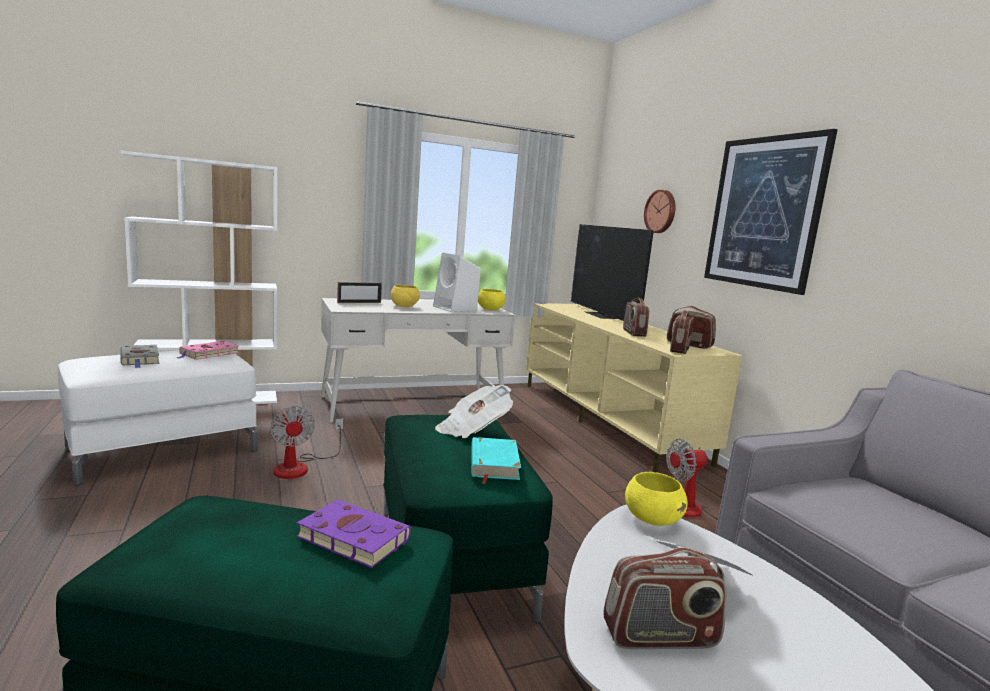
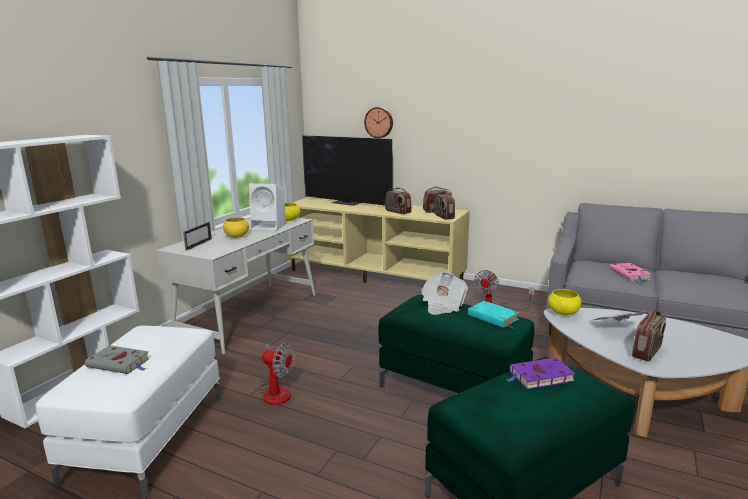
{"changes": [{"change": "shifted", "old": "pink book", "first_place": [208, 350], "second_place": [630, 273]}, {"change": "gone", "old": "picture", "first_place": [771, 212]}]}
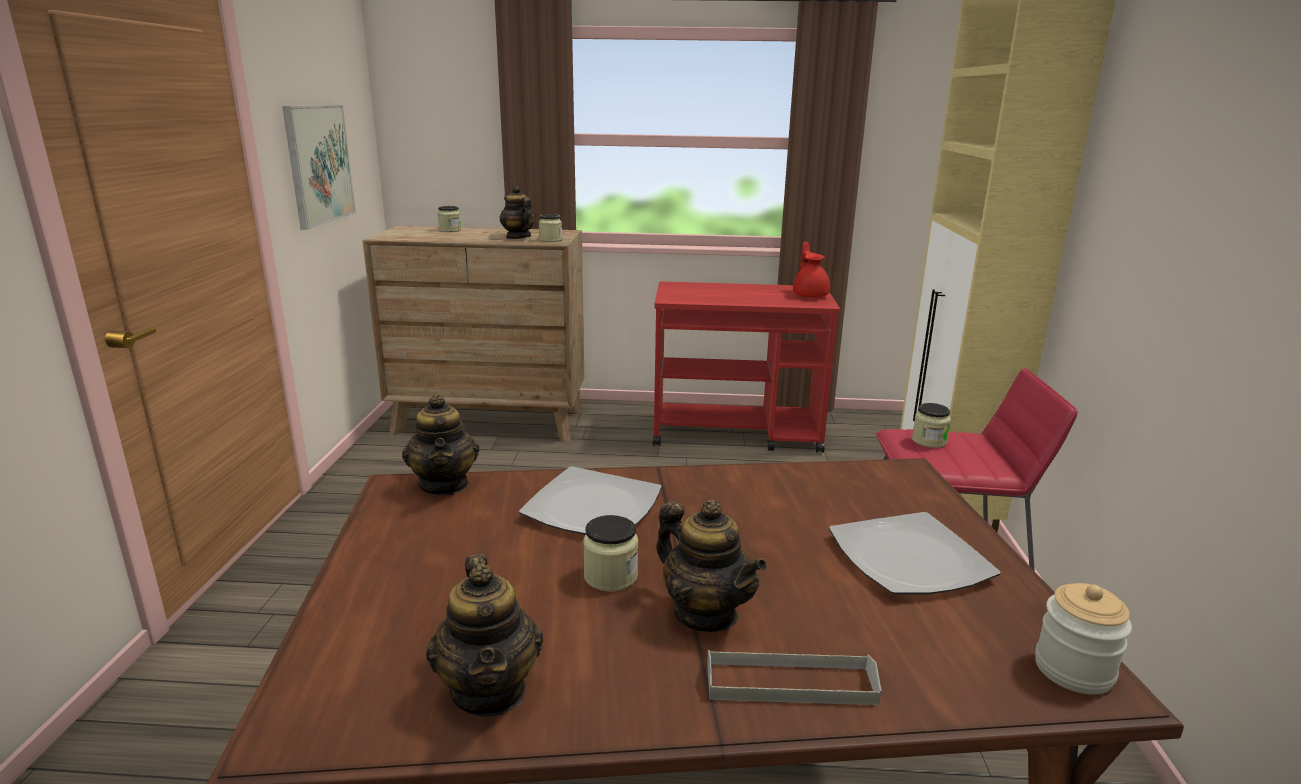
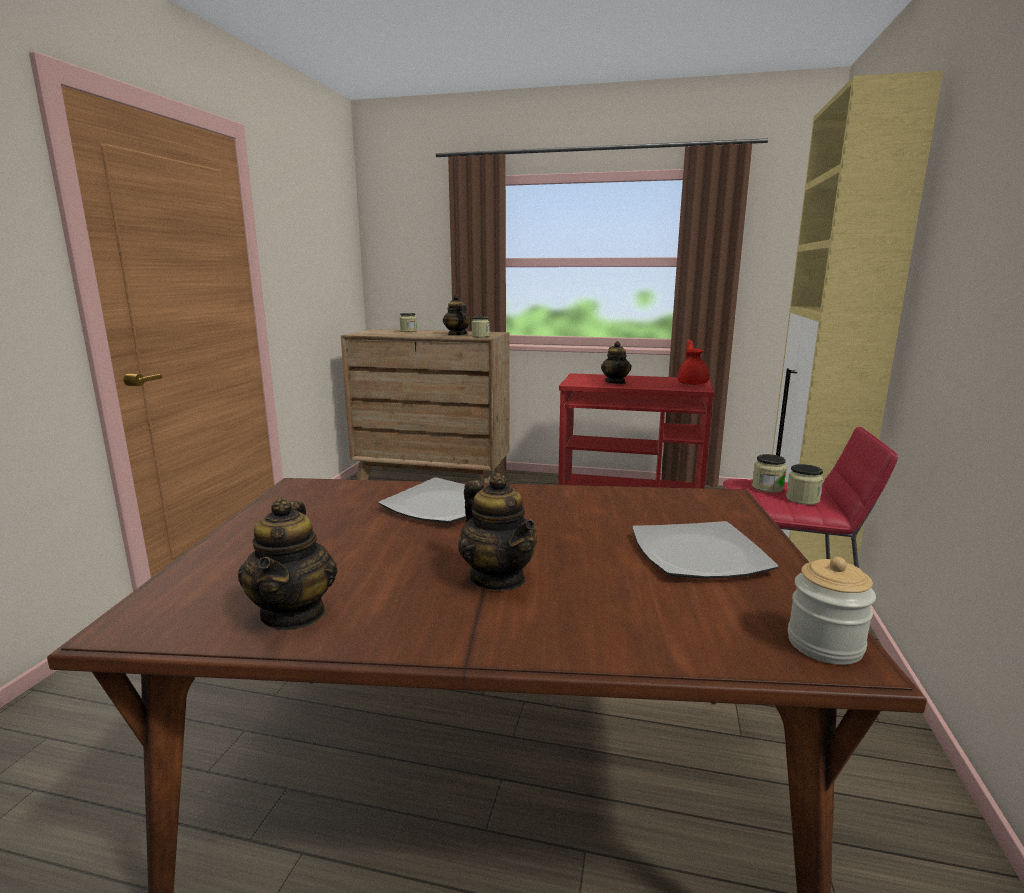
{"changes": [{"change": "shifted", "old": "teapot", "first_place": [440, 445], "second_place": [616, 362]}, {"change": "shifted", "old": "jar", "first_place": [610, 553], "second_place": [804, 484]}, {"change": "gone", "old": "picture", "first_place": [319, 167]}, {"change": "gone", "old": "grey tray", "first_place": [794, 677]}]}
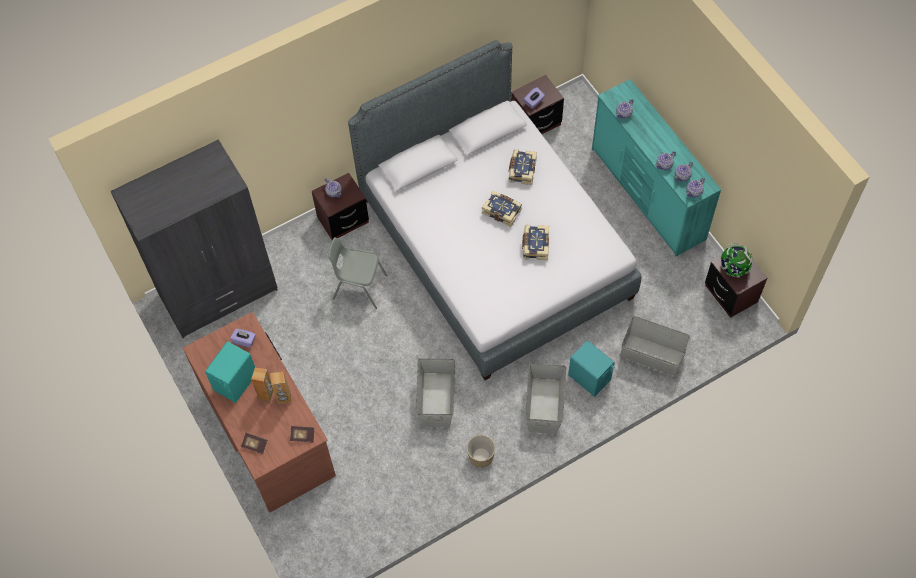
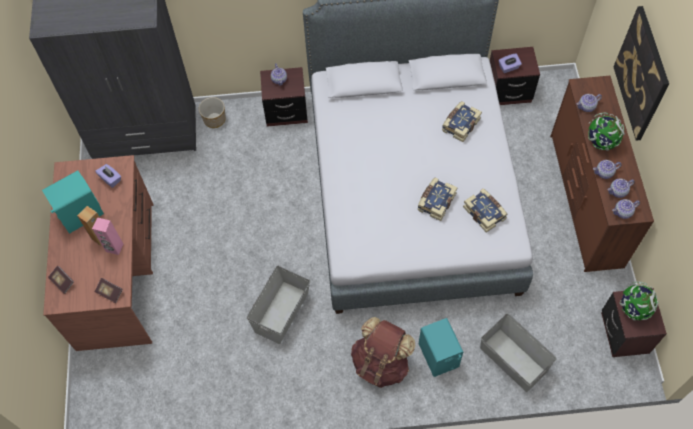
{"changes": [{"change": "repainted", "old": "brown speaker", "new": "pink speaker", "first_place": [280, 387], "second_place": [108, 236]}, {"change": "shifted", "old": "planter", "first_place": [481, 451], "second_place": [212, 112]}, {"change": "swapped", "old": "grey storage box", "new": "brown backpack", "first_place": [545, 398], "second_place": [383, 352]}, {"change": "shifted", "old": "book", "first_place": [502, 209], "second_place": [485, 210]}, {"change": "repainted", "old": "turquoise dresser", "new": "brown dresser", "first_place": [656, 168], "second_place": [602, 174]}, {"change": "new", "new": "globe", "second_place": [606, 132]}, {"change": "new", "new": "picture", "second_place": [641, 73]}, {"change": "gone", "old": "grey chair", "first_place": [357, 273]}]}
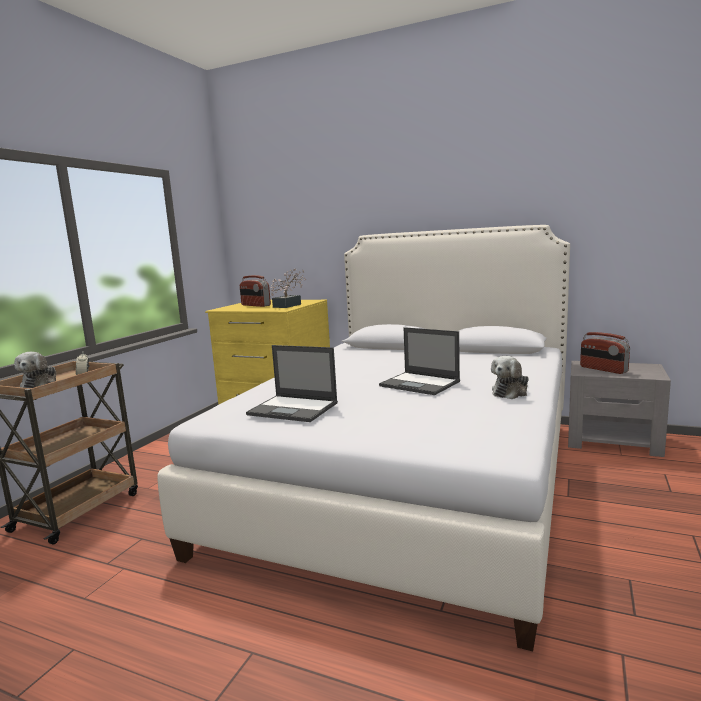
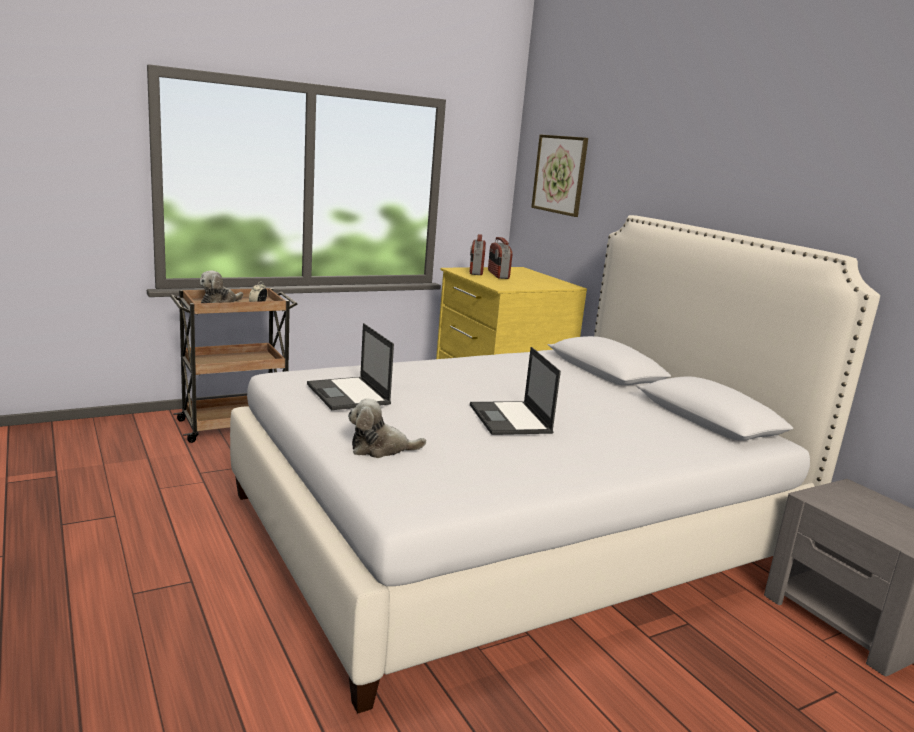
{"changes": [{"change": "shifted", "old": "plush toy", "first_place": [510, 377], "second_place": [387, 428]}, {"change": "shifted", "old": "radio", "first_place": [605, 353], "second_place": [478, 254]}, {"change": "new", "new": "picture", "second_place": [559, 175]}, {"change": "gone", "old": "potted plant", "first_place": [288, 288]}]}
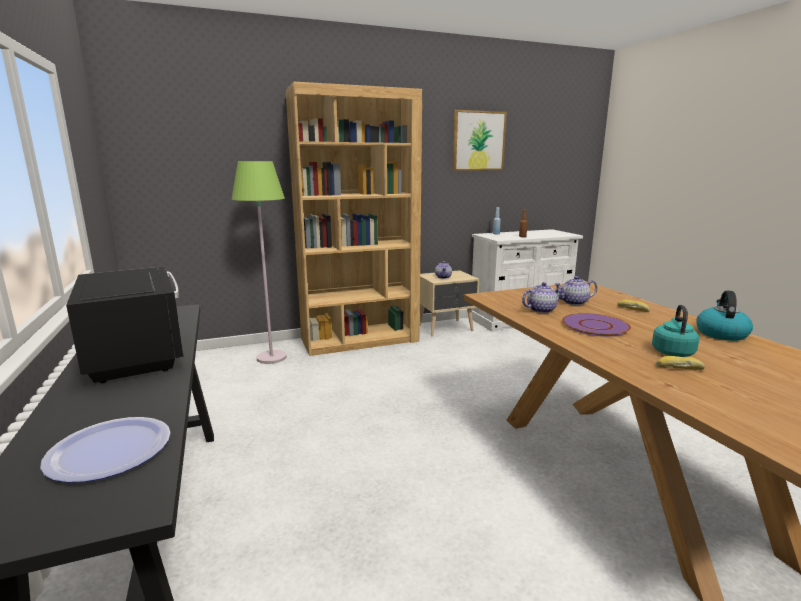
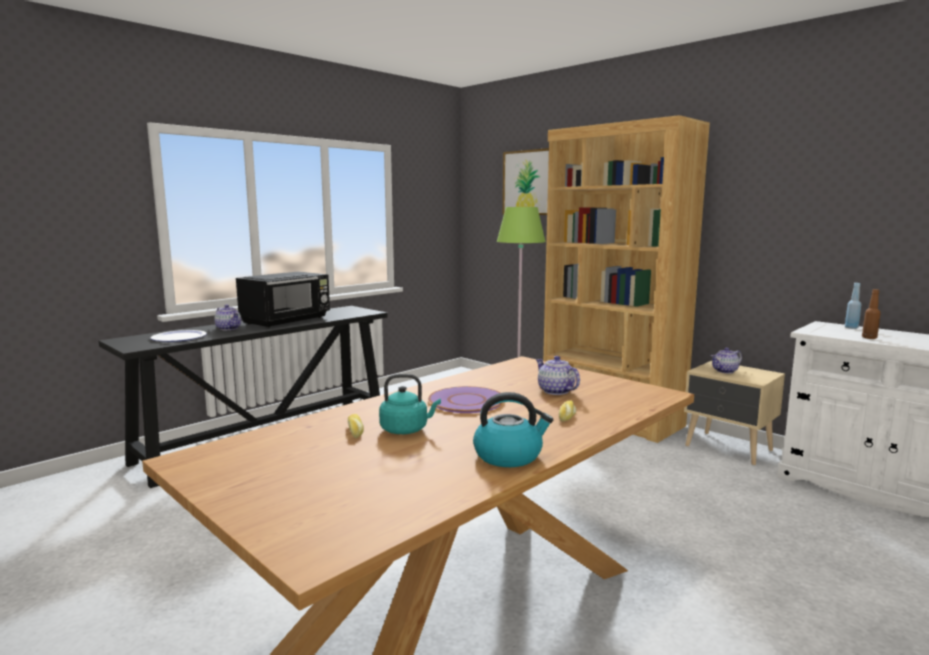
{"changes": [{"change": "shifted", "old": "teapot", "first_place": [542, 297], "second_place": [227, 317]}, {"change": "shifted", "old": "picture", "first_place": [480, 140], "second_place": [526, 181]}]}
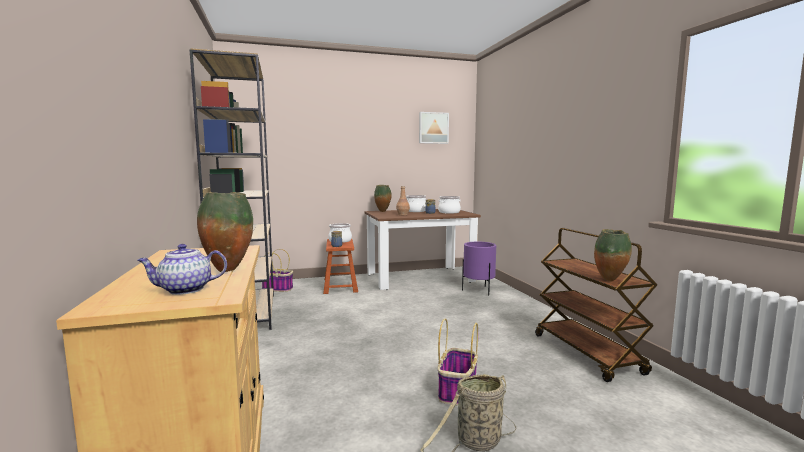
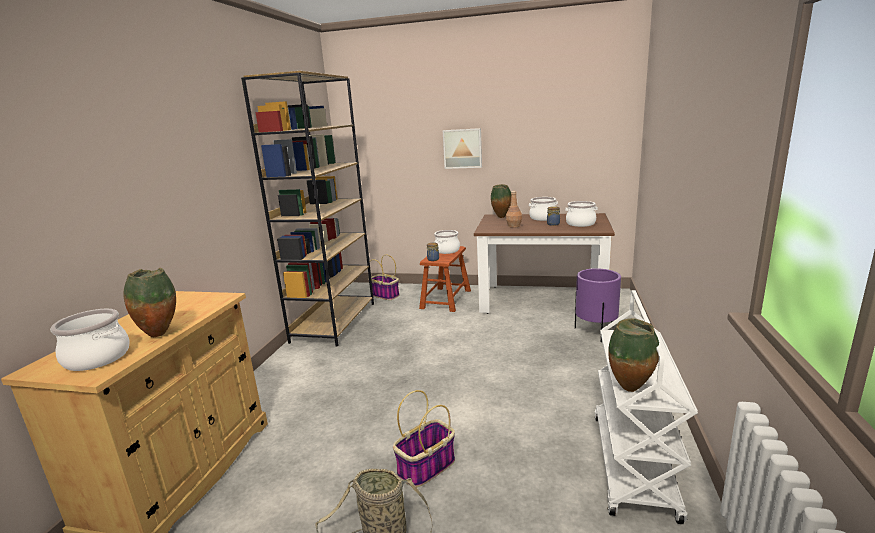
{"changes": [{"change": "swapped", "old": "teapot", "new": "cooking pot", "first_place": [182, 269], "second_place": [90, 340]}, {"change": "shifted", "old": "picture", "first_place": [434, 128], "second_place": [462, 148]}, {"change": "repainted", "old": "brown cart", "new": "white cart", "first_place": [596, 305], "second_place": [646, 407]}]}
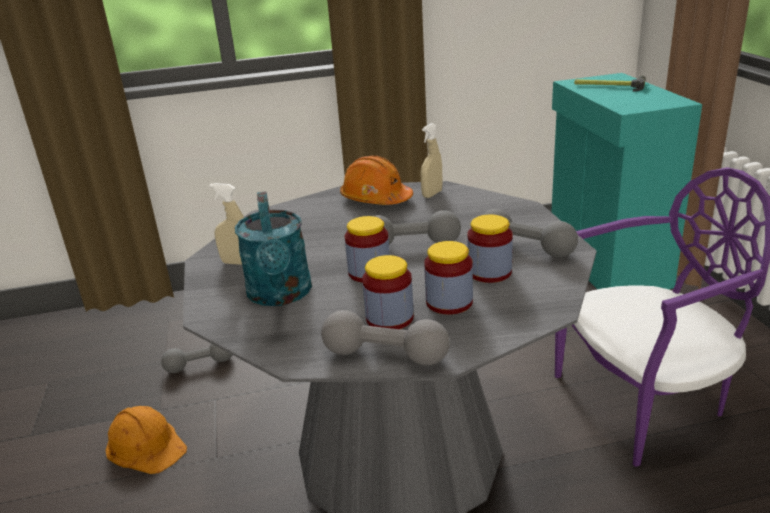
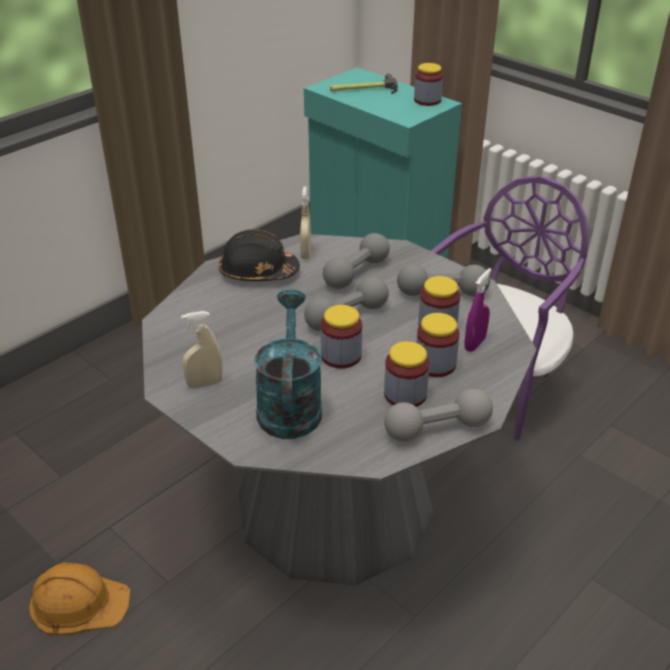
{"changes": [{"change": "repainted", "old": "orange hard hat", "new": "black hard hat", "first_place": [376, 180], "second_place": [259, 255]}, {"change": "rotated", "old": "turquoise watering can", "first_place": [273, 248], "second_place": [288, 364], "degrees": -135}, {"change": "shifted", "old": "grey dumbbell", "first_place": [196, 358], "second_place": [356, 261]}, {"change": "new", "new": "jar", "second_place": [428, 84]}, {"change": "new", "new": "purple spray bottle", "second_place": [478, 310]}]}
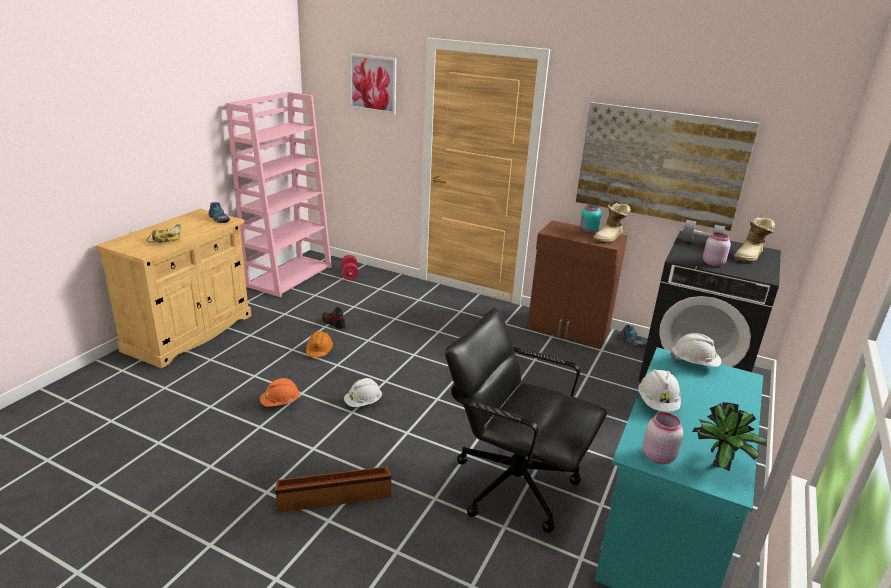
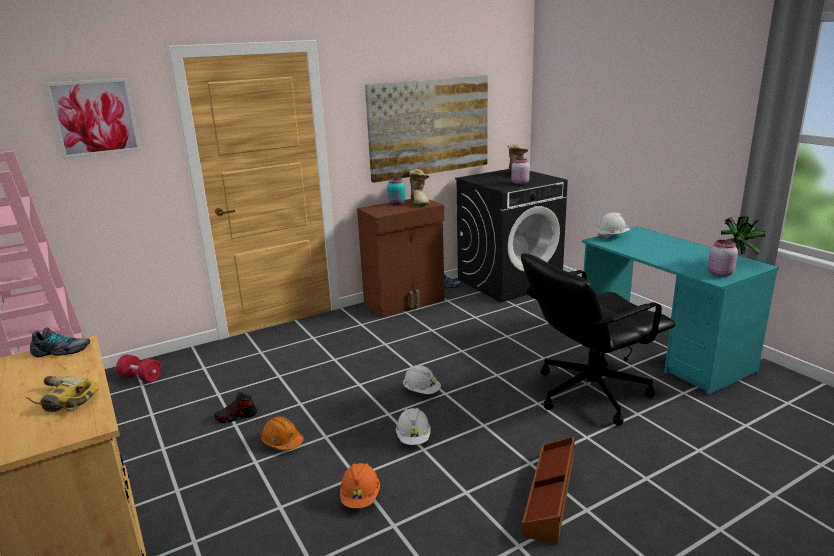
{"changes": [{"change": "shifted", "old": "white hard hat", "first_place": [659, 390], "second_place": [422, 379]}, {"change": "gone", "old": "grey dumbbell", "first_place": [703, 231]}]}
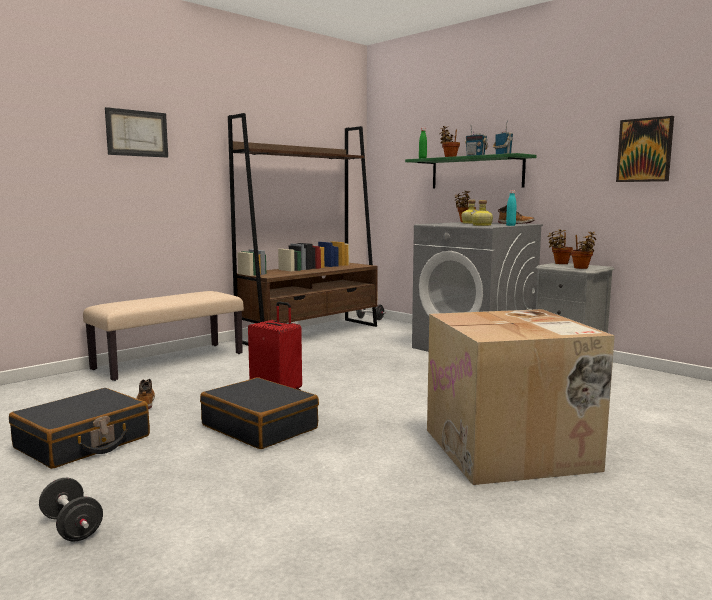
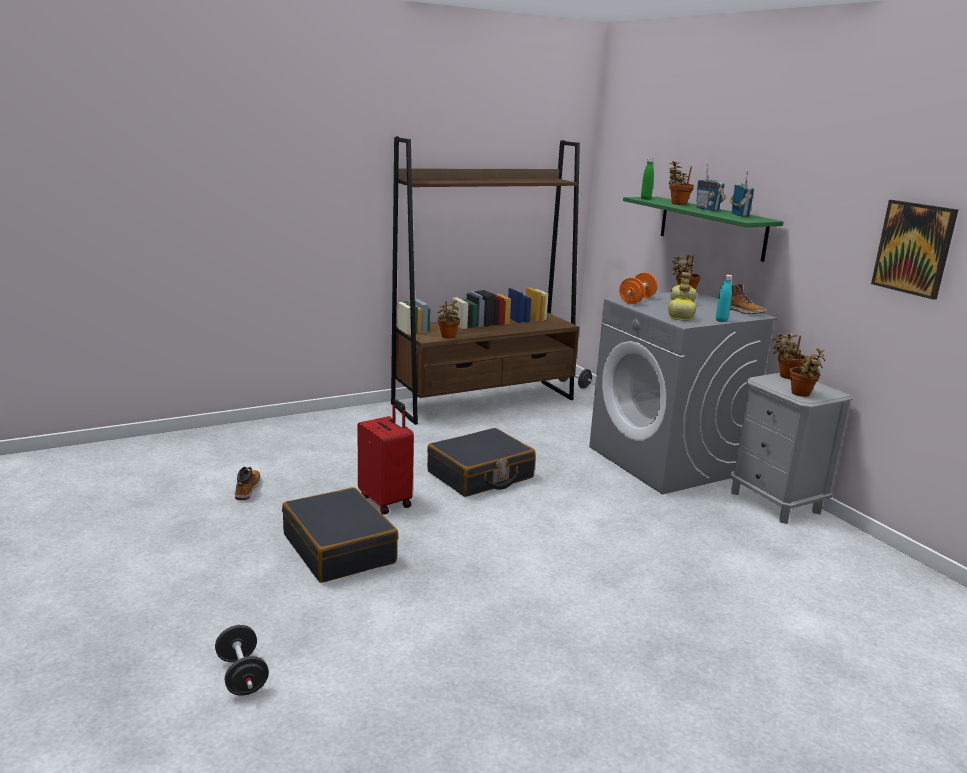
{"changes": [{"change": "shifted", "old": "black dumbbell", "first_place": [71, 510], "second_place": [242, 660]}, {"change": "shifted", "old": "black suitcase", "first_place": [79, 428], "second_place": [481, 462]}, {"change": "new", "new": "potted plant", "second_place": [449, 319]}, {"change": "new", "new": "orange dumbbell", "second_place": [638, 288]}, {"change": "gone", "old": "beige bench", "first_place": [163, 336]}, {"change": "gone", "old": "picture", "first_place": [136, 132]}, {"change": "gone", "old": "cardboard box", "first_place": [521, 397]}]}
